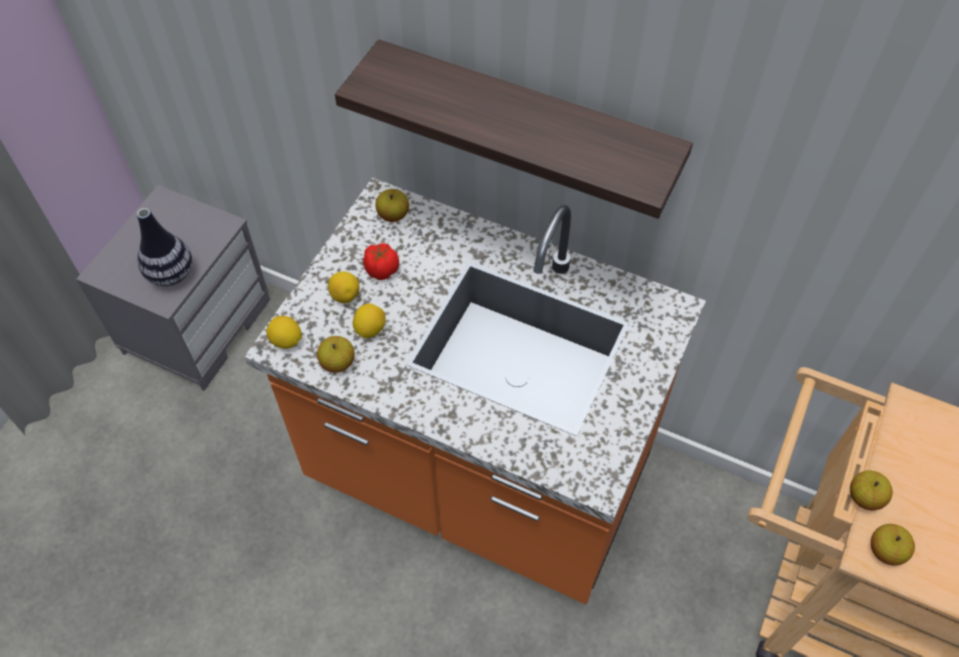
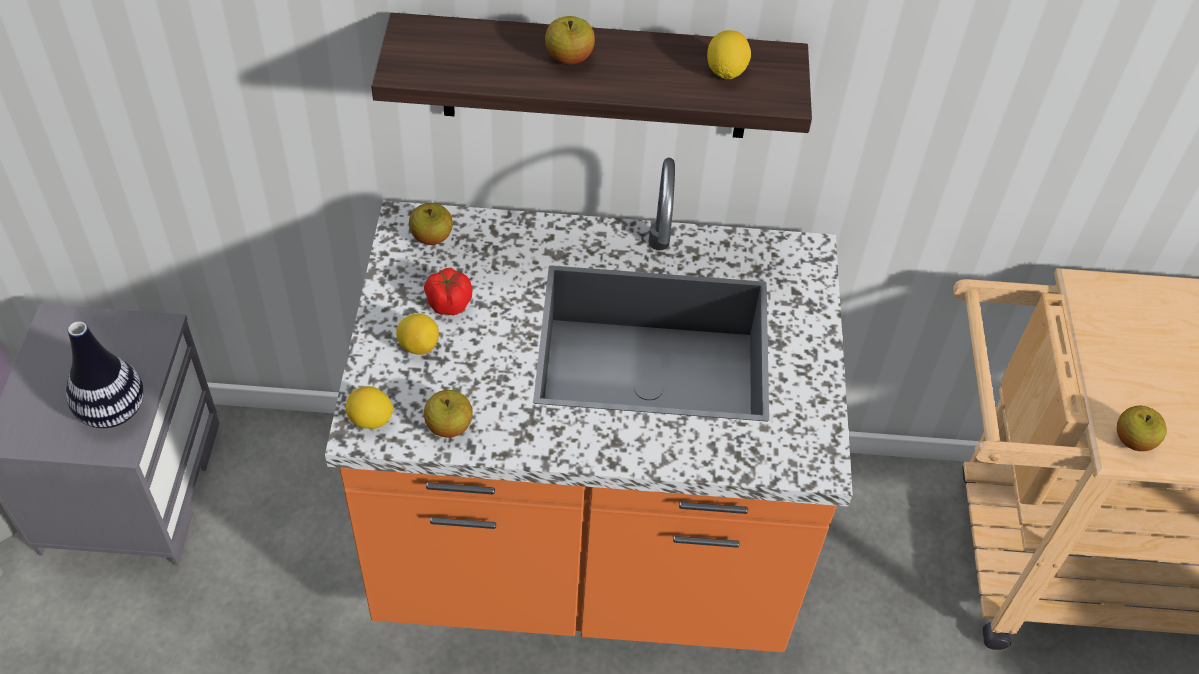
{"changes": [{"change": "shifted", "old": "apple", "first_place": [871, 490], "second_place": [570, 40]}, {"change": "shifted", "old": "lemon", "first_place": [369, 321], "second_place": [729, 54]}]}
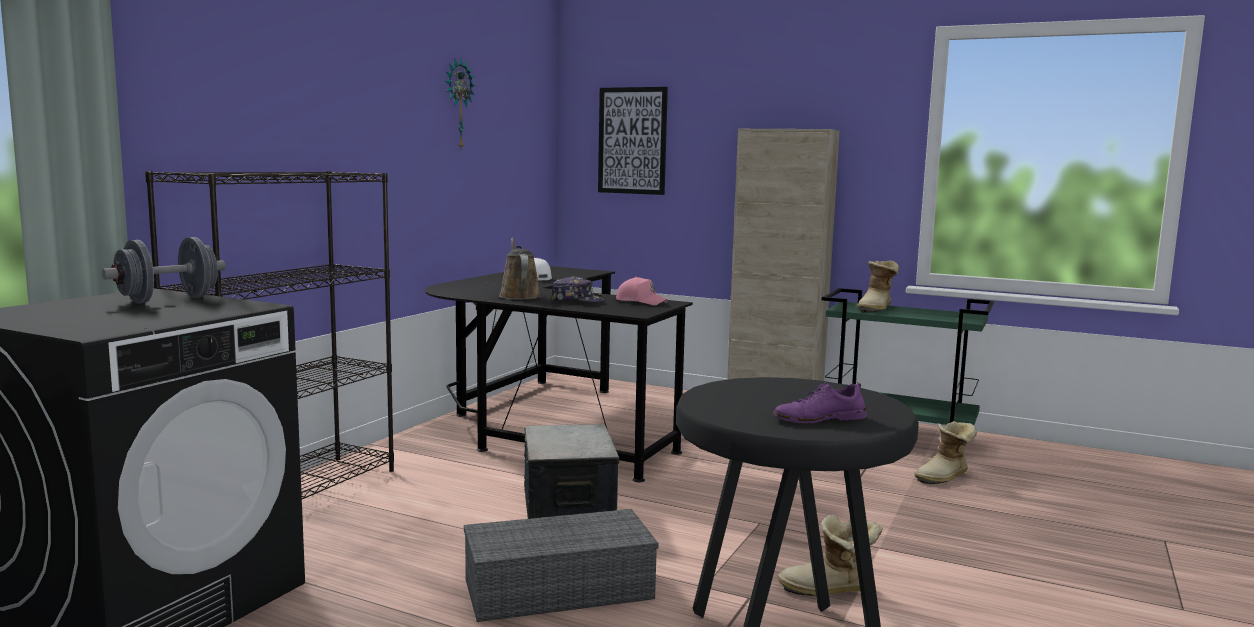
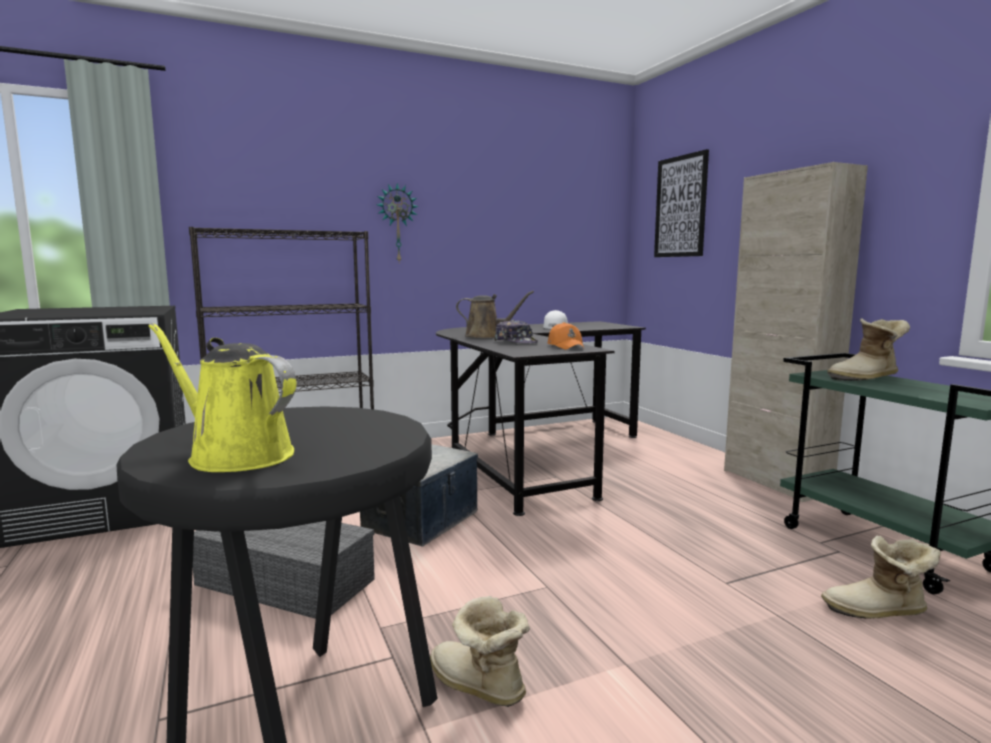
{"changes": [{"change": "swapped", "old": "purple shoe", "new": "yellow watering can", "first_place": [820, 402], "second_place": [223, 397]}, {"change": "shifted", "old": "wall clock", "first_place": [460, 103], "second_place": [397, 222]}, {"change": "rotated", "old": "brown watering can", "first_place": [520, 269], "second_place": [495, 314], "degrees": 75}, {"change": "repainted", "old": "pink cap", "new": "orange cap", "first_place": [642, 291], "second_place": [565, 336]}, {"change": "gone", "old": "grey dumbbell", "first_place": [164, 270]}]}
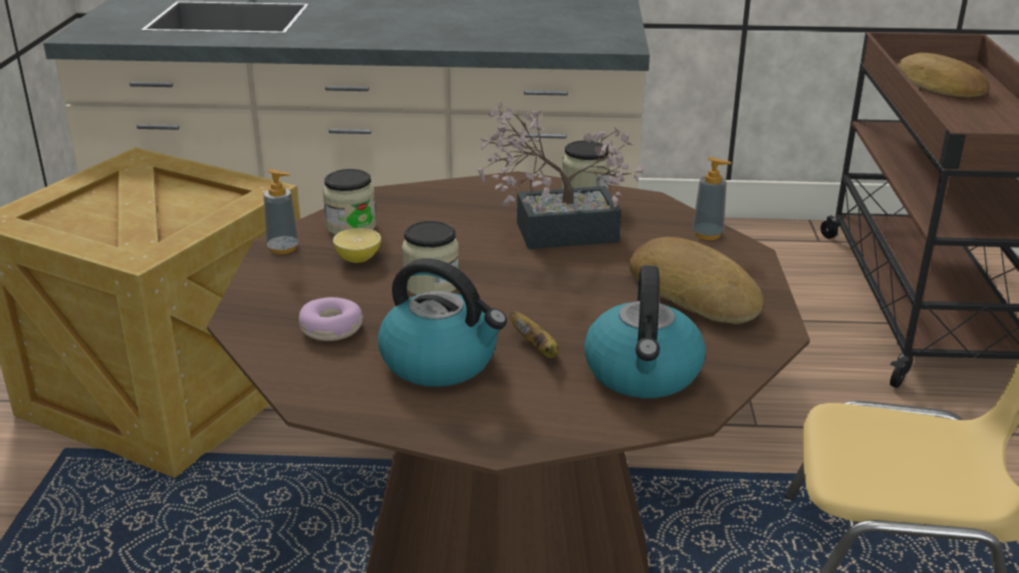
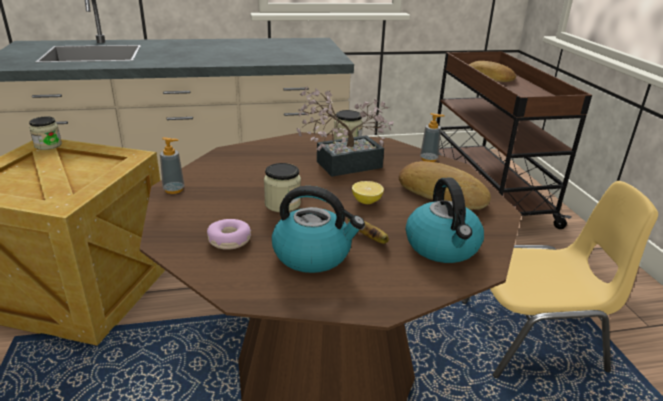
{"changes": [{"change": "shifted", "old": "jar", "first_place": [349, 202], "second_place": [45, 133]}, {"change": "shifted", "old": "lemon", "first_place": [357, 245], "second_place": [368, 192]}]}
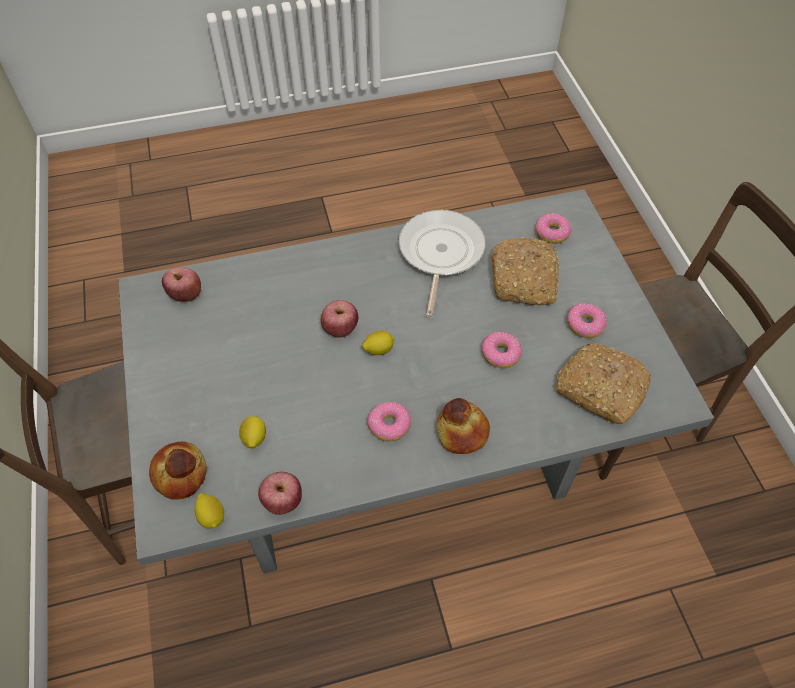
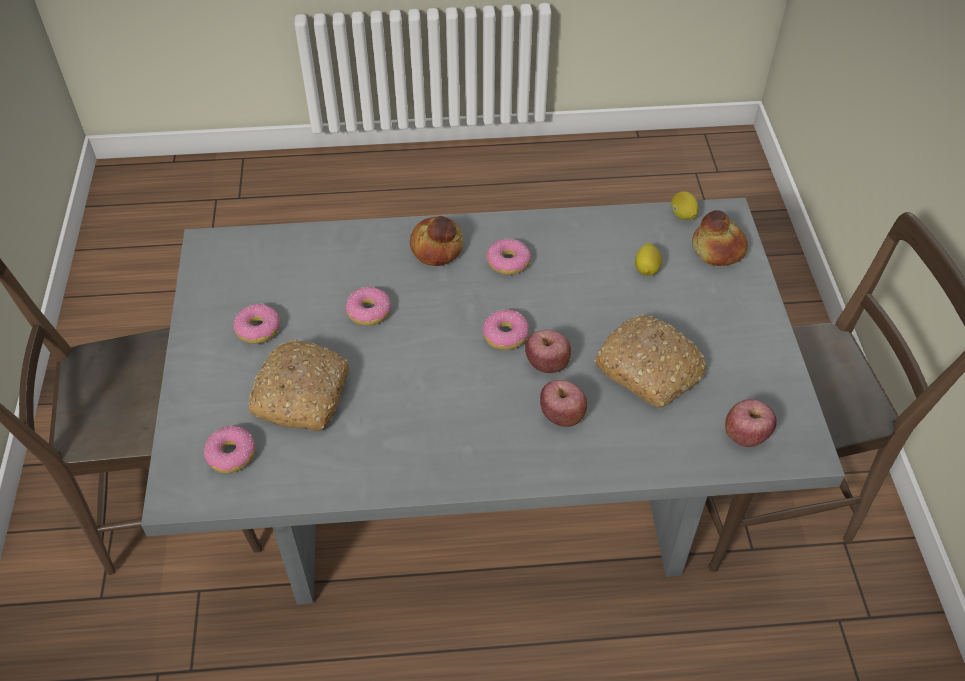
{"changes": [{"change": "swapped", "old": "lemon", "new": "donut", "first_place": [378, 342], "second_place": [506, 330]}, {"change": "shifted", "old": "apple", "first_place": [280, 493], "second_place": [563, 403]}, {"change": "shifted", "old": "bread", "first_place": [603, 383], "second_place": [650, 361]}, {"change": "gone", "old": "frying pan", "first_place": [442, 263]}]}
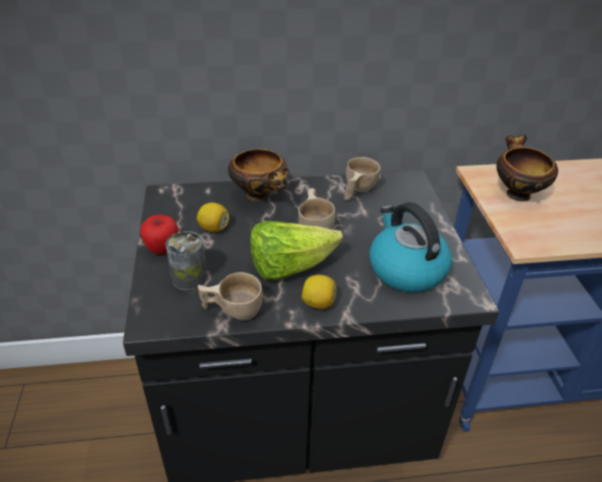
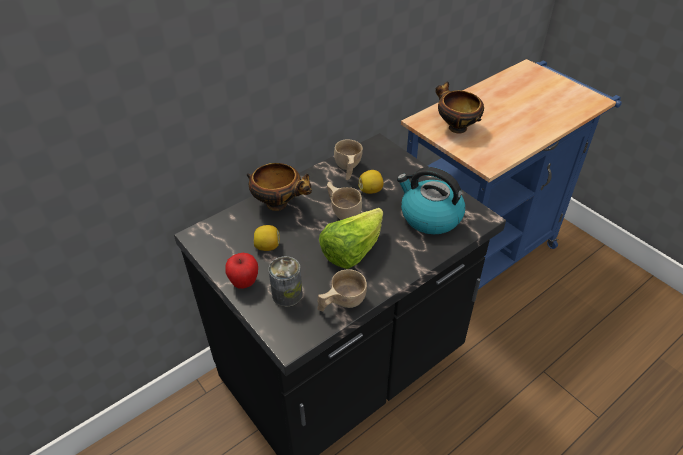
{"changes": [{"change": "shifted", "old": "lemon", "first_place": [319, 292], "second_place": [371, 182]}]}
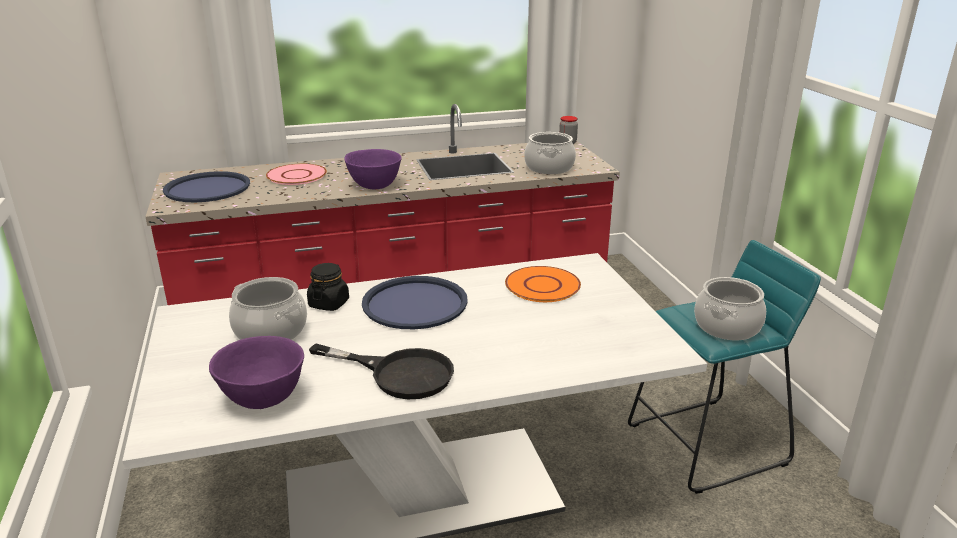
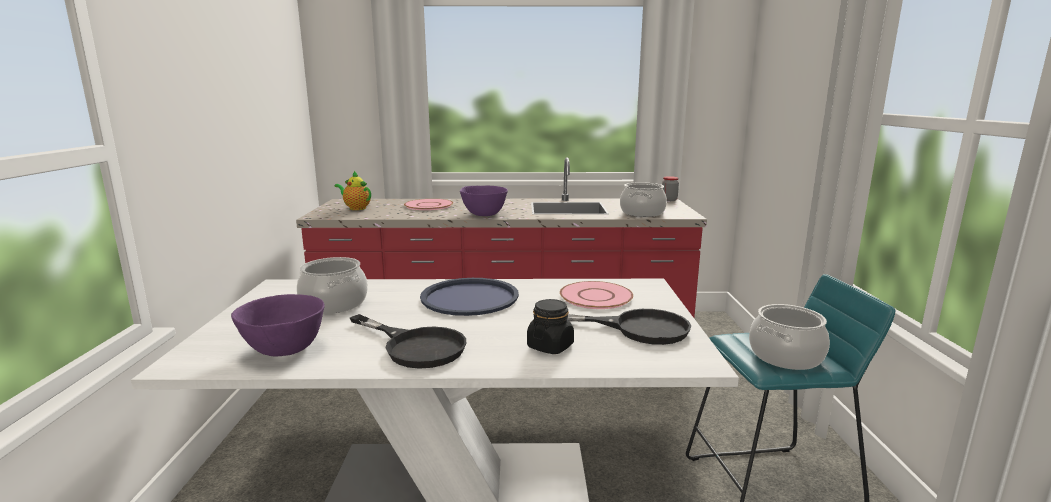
{"changes": [{"change": "swapped", "old": "blue tray", "new": "teapot", "first_place": [206, 186], "second_place": [353, 190]}, {"change": "shifted", "old": "black jar", "first_place": [328, 287], "second_place": [550, 326]}, {"change": "repainted", "old": "orange plate", "new": "pink plate", "first_place": [543, 284], "second_place": [596, 295]}, {"change": "new", "new": "black frying pan", "second_place": [629, 327]}]}
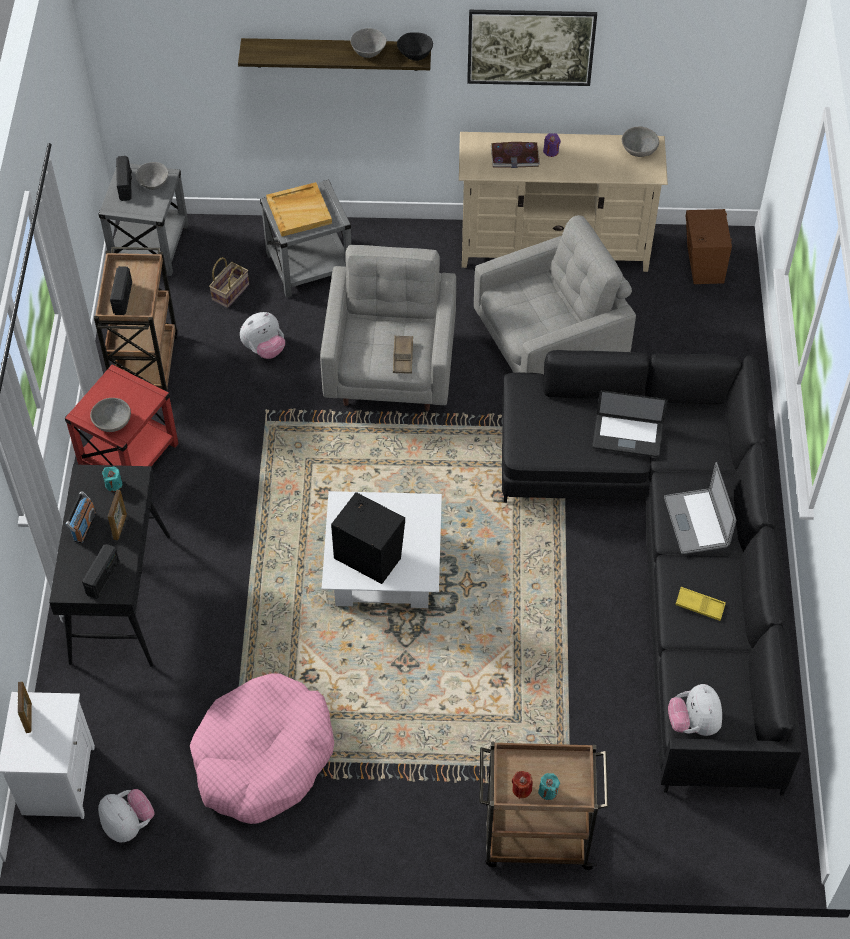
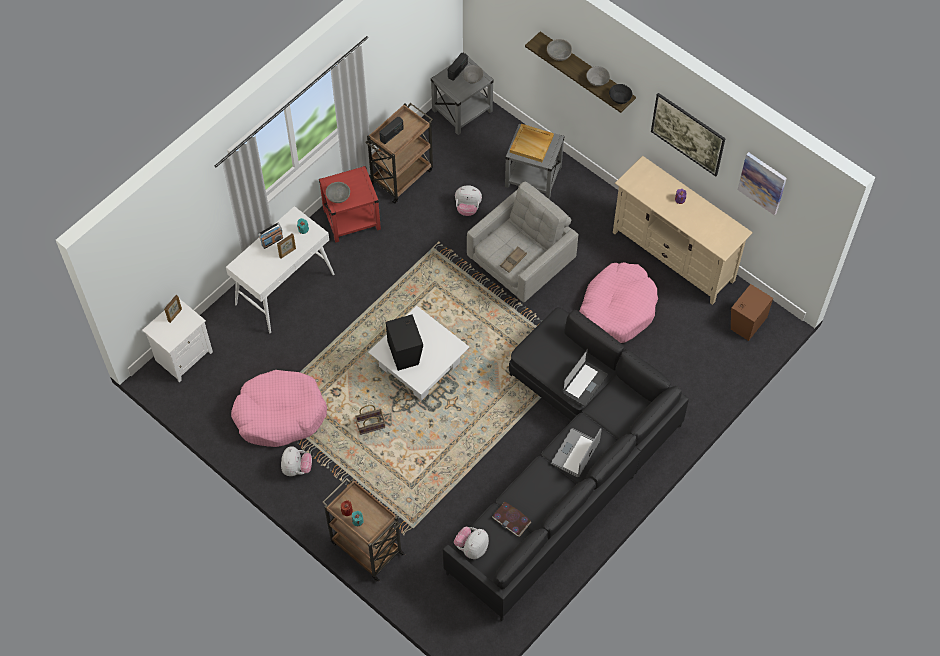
{"changes": [{"change": "repainted", "old": "black console table", "new": "white console table", "first_place": [109, 565], "second_place": [280, 270]}, {"change": "shifted", "old": "plush toy", "first_place": [126, 815], "second_place": [296, 461]}, {"change": "shifted", "old": "basket", "first_place": [229, 282], "second_place": [370, 420]}, {"change": "shifted", "old": "book", "first_place": [515, 155], "second_place": [511, 519]}, {"change": "shifted", "old": "grey bowl", "first_place": [640, 142], "second_place": [559, 50]}, {"change": "rotated", "old": "laptop", "first_place": [630, 423], "second_place": [585, 377], "degrees": -105}, {"change": "swapped", "old": "grey armchair", "new": "pink dog bed", "first_place": [555, 295], "second_place": [618, 302]}, {"change": "new", "new": "picture", "second_place": [762, 183]}, {"change": "gone", "old": "radio", "first_place": [101, 571]}, {"change": "gone", "old": "yellow tray", "first_place": [700, 604]}]}
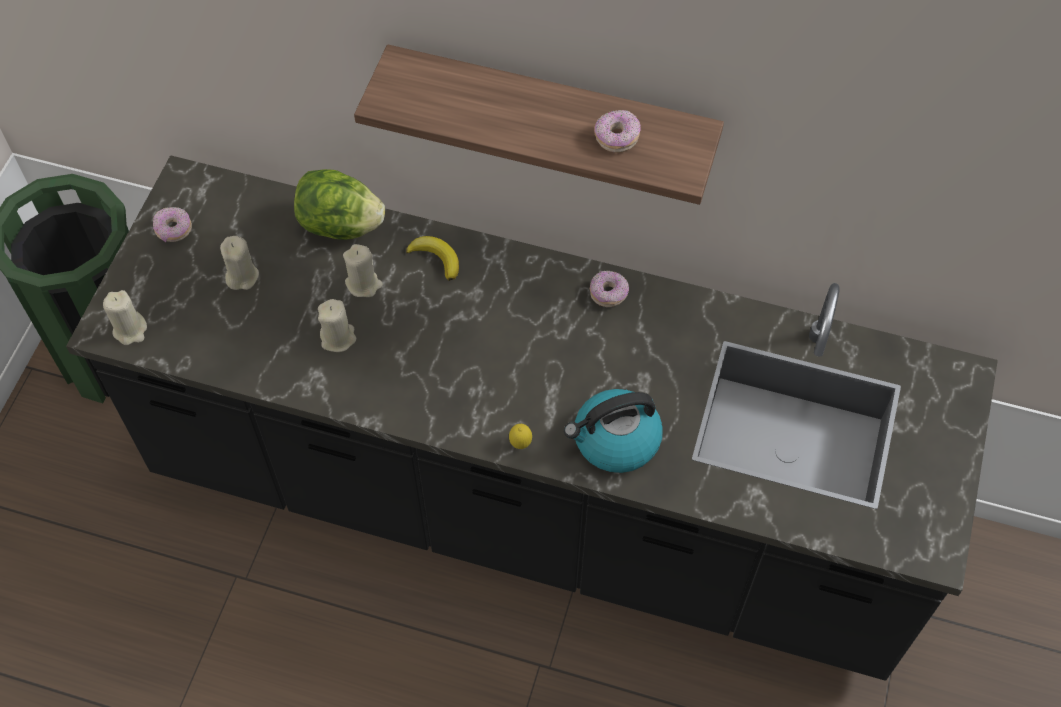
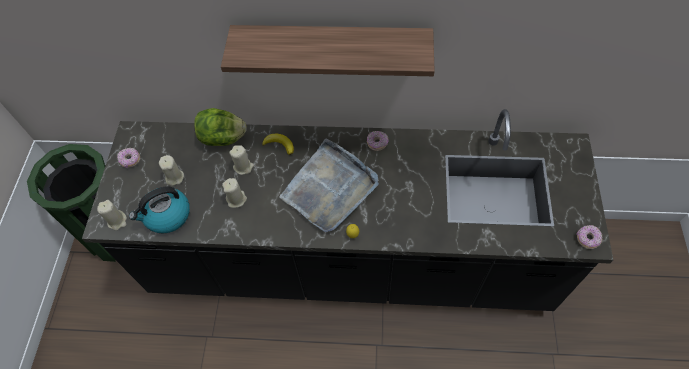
{"changes": [{"change": "shifted", "old": "kettle", "first_place": [613, 431], "second_place": [159, 210]}, {"change": "new", "new": "grey tray", "second_place": [329, 185]}, {"change": "shifted", "old": "donut", "first_place": [618, 131], "second_place": [589, 237]}]}
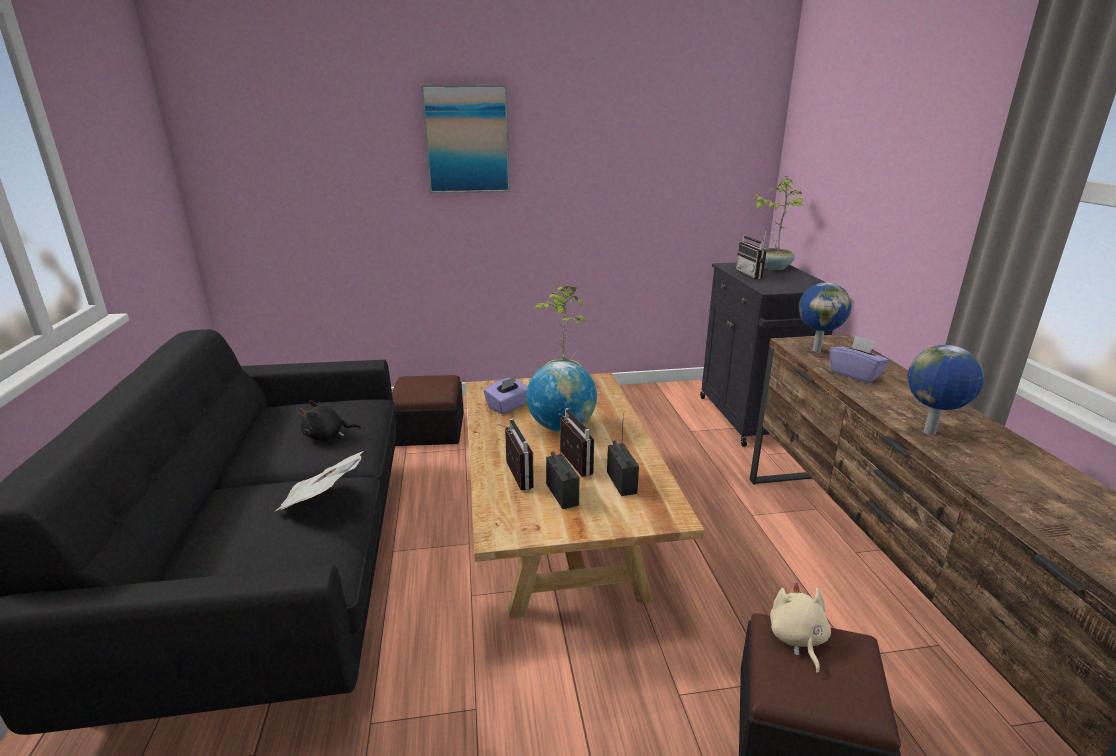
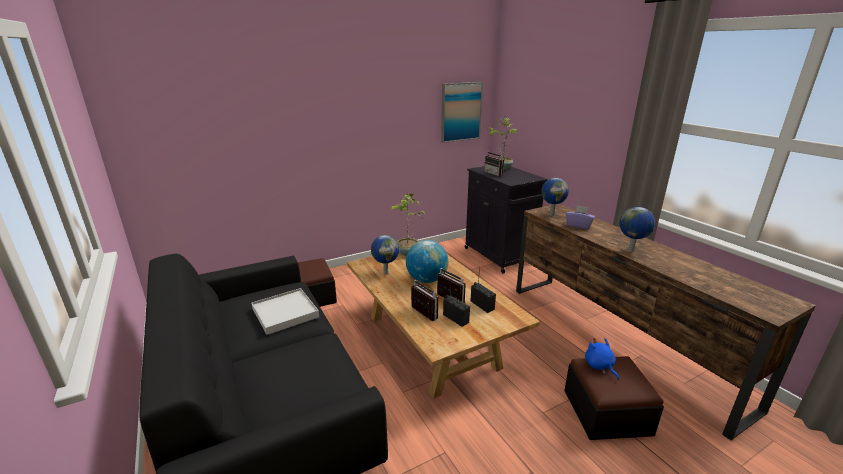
{"changes": [{"change": "swapped", "old": "black plush toy", "new": "white tray", "first_place": [330, 421], "second_place": [285, 311]}, {"change": "swapped", "old": "purple tissue box", "new": "globe", "first_place": [506, 395], "second_place": [385, 255]}, {"change": "shifted", "old": "picture", "first_place": [465, 139], "second_place": [462, 112]}, {"change": "repainted", "old": "beige plush toy", "new": "blue plush toy", "first_place": [800, 628], "second_place": [602, 359]}, {"change": "gone", "old": "newspaper", "first_place": [319, 481]}]}
